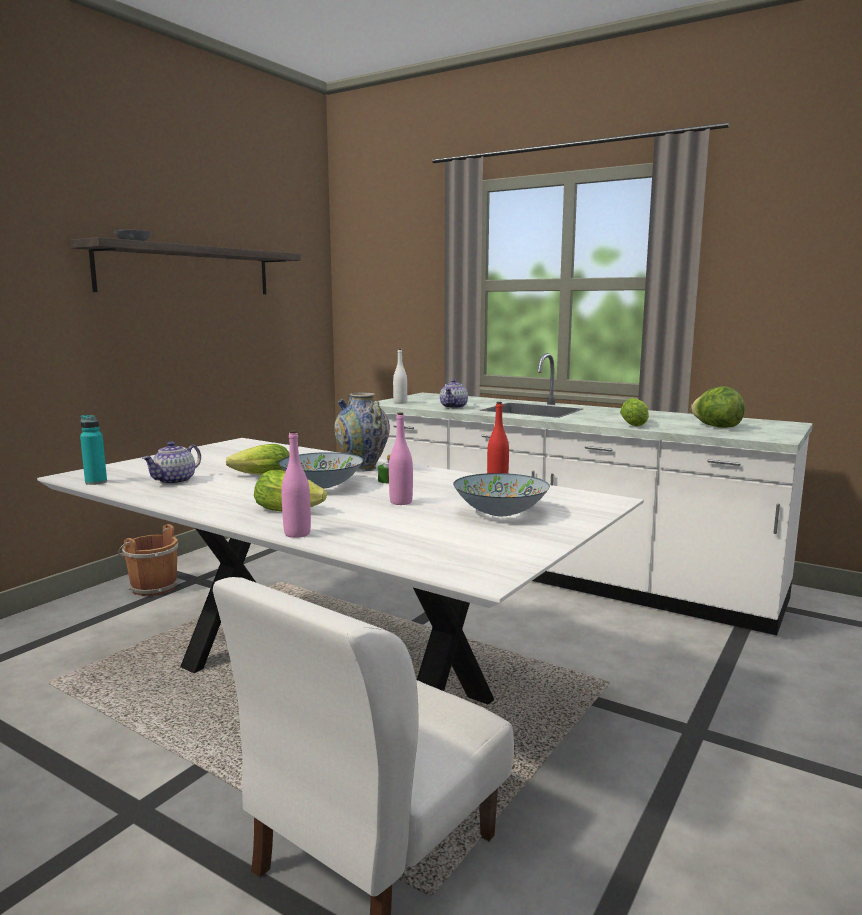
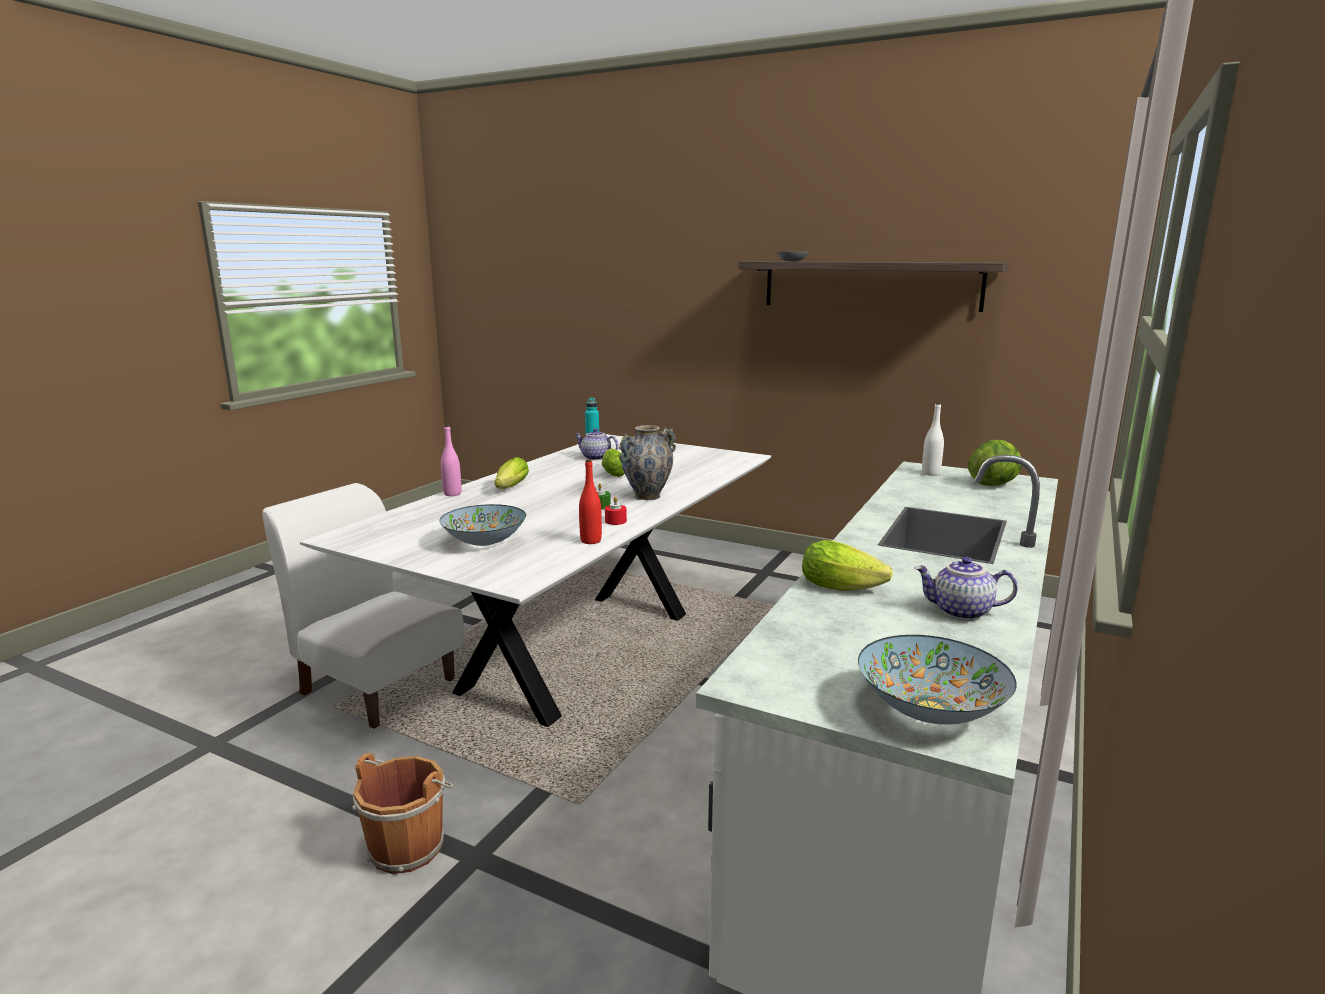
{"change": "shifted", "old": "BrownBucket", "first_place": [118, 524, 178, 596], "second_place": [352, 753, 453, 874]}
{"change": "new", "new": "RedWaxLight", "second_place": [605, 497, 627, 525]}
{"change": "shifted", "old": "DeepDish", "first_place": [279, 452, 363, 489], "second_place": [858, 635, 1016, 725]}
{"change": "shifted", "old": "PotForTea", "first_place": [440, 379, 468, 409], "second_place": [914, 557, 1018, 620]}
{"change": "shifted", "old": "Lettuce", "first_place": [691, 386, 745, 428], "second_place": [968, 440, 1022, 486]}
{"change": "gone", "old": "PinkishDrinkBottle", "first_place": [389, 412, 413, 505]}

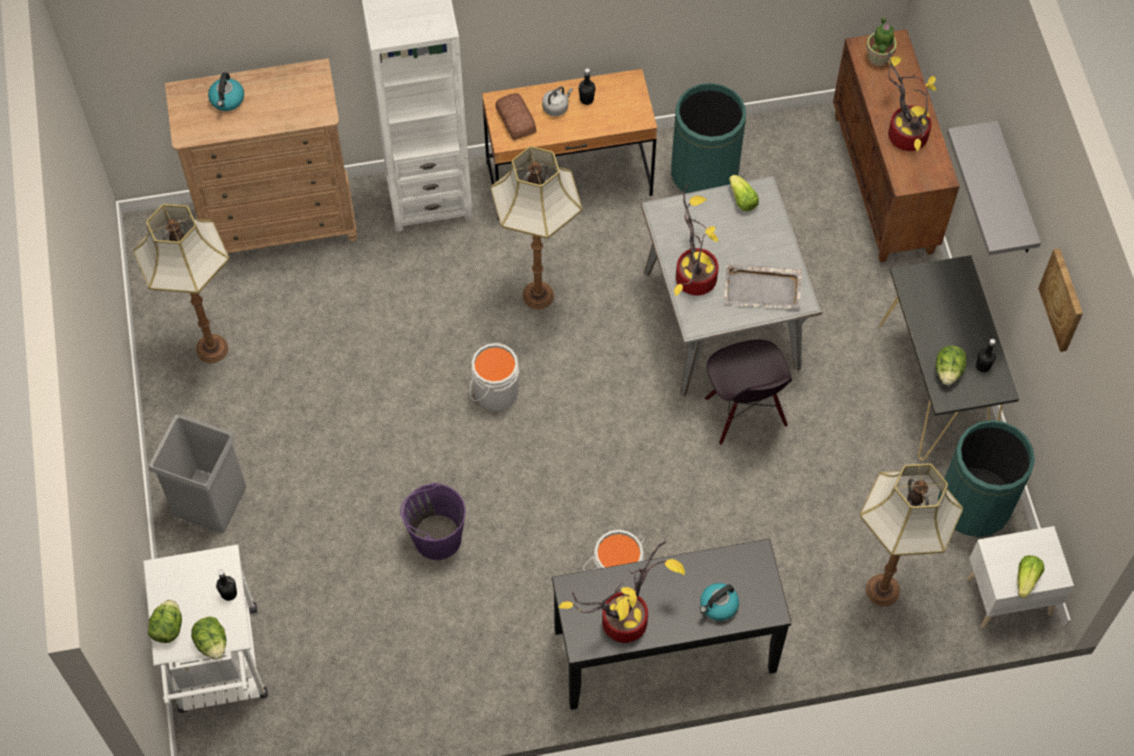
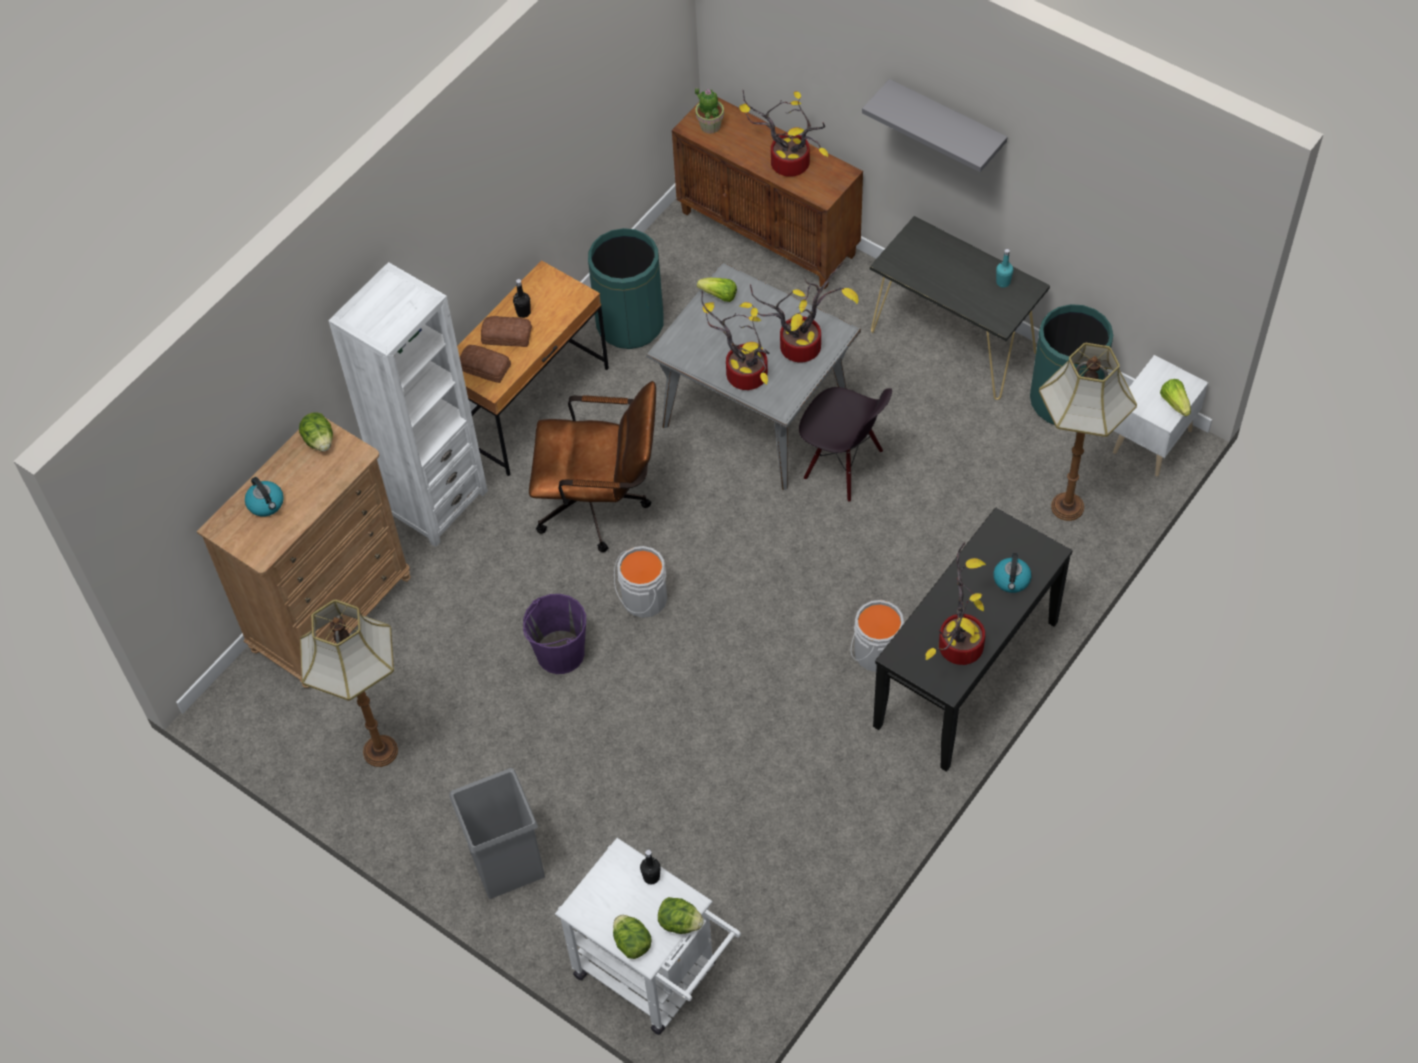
{"change": "shifted", "old": "Lettuce", "first_place": [936, 345, 966, 385], "second_place": [299, 413, 333, 451]}
{"change": "swapped", "old": "GreyishTeaKettle", "new": "BakedBread", "first_place": [542, 87, 573, 116], "second_place": [481, 316, 532, 347]}
{"change": "shifted", "old": "PurpleColouredBucket", "first_place": [400, 483, 466, 560], "second_place": [523, 594, 586, 674]}
{"change": "swapped", "old": "StandardLamp", "new": "BrownComputerChair", "first_place": [491, 146, 582, 309], "second_place": [529, 381, 656, 552]}
{"change": "swapped", "old": "GreyishTray", "new": "PottedPlant", "first_place": [723, 264, 802, 309], "second_place": [740, 262, 858, 363]}
{"change": "repainted", "old": "BlackishDrinkBottle", "new": "BlueGreenDrinkBottle", "first_place": [976, 339, 996, 372], "second_place": [996, 249, 1013, 288]}
{"change": "gone", "old": "WallPicture", "first_place": [1038, 248, 1083, 352]}

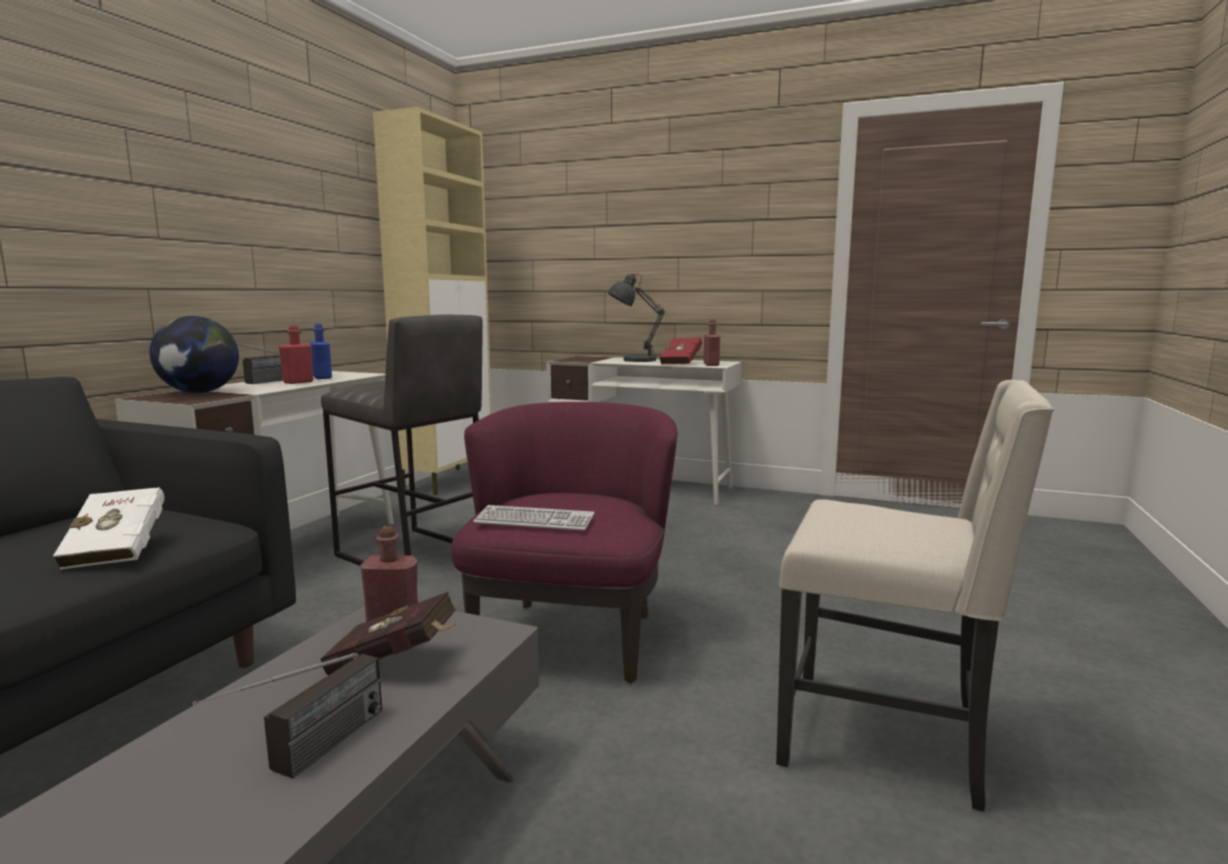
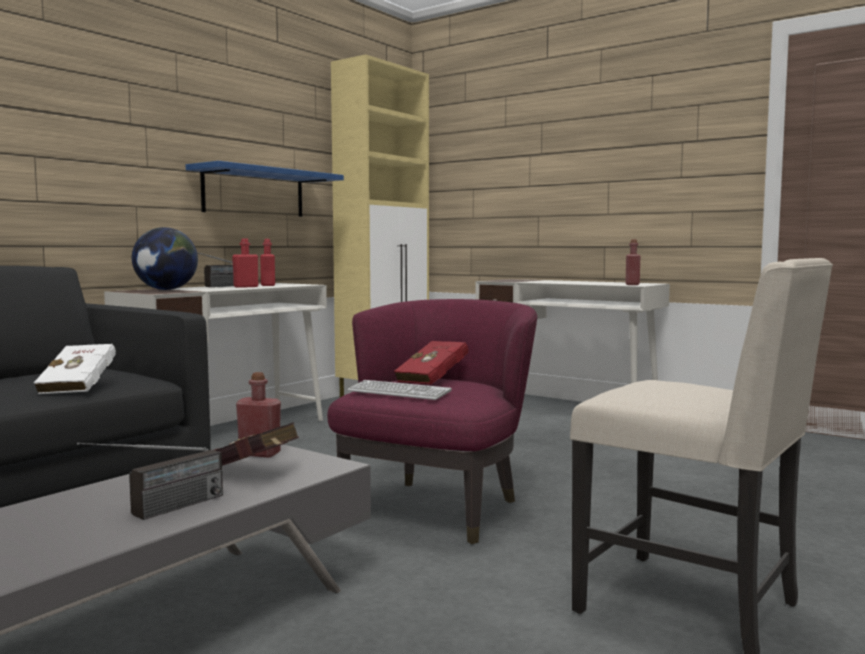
{"change": "new", "new": "BlueColouredShelf", "second_place": [186, 161, 344, 217]}
{"change": "repainted", "old": "BlueColouredDrinkBottle", "new": "RedDrinkBottle", "first_place": [310, 324, 332, 379], "second_place": [260, 239, 275, 286]}
{"change": "shifted", "old": "RedBoundBook", "first_place": [660, 338, 702, 364], "second_place": [394, 341, 469, 384]}
{"change": "gone", "old": "GreyishStool", "first_place": [321, 315, 483, 566]}
{"change": "gone", "old": "GreyishLampForATable", "first_place": [608, 274, 665, 362]}

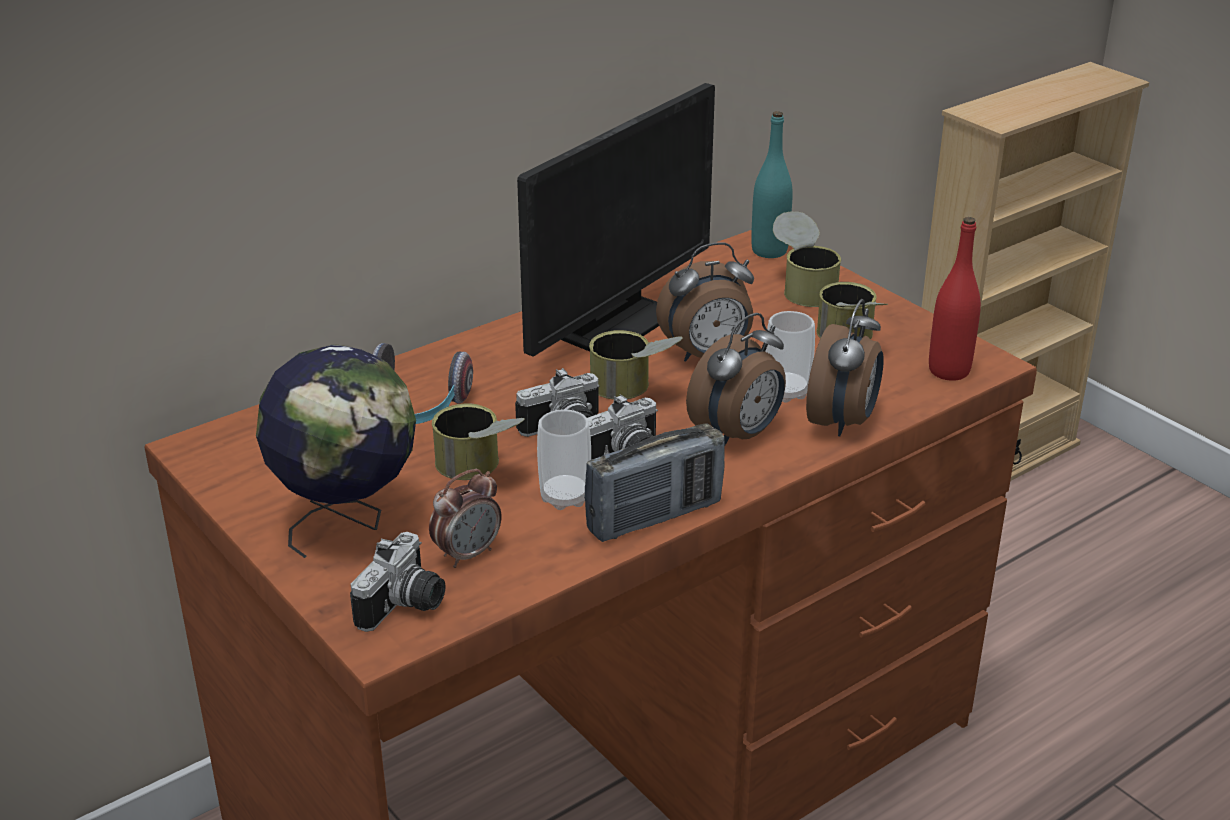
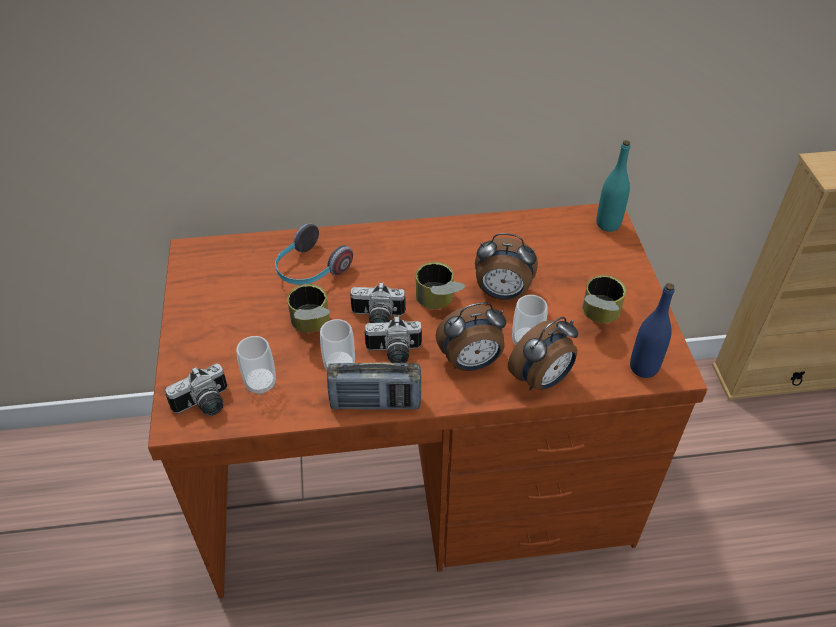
{"change": "swapped", "old": "TableClock", "new": "SmallCup", "first_place": [429, 469, 502, 568], "second_place": [236, 336, 276, 395]}
{"change": "repainted", "old": "RedDrinkBottle", "new": "BlueColouredDrinkBottle", "first_place": [929, 217, 981, 381], "second_place": [630, 283, 674, 378]}
{"change": "gone", "old": "WorldGlobe", "first_place": [256, 344, 416, 558]}
{"change": "gone", "old": "ComputerDisplay", "first_place": [517, 83, 715, 356]}
{"change": "gone", "old": "MetalCan", "first_place": [773, 211, 841, 307]}

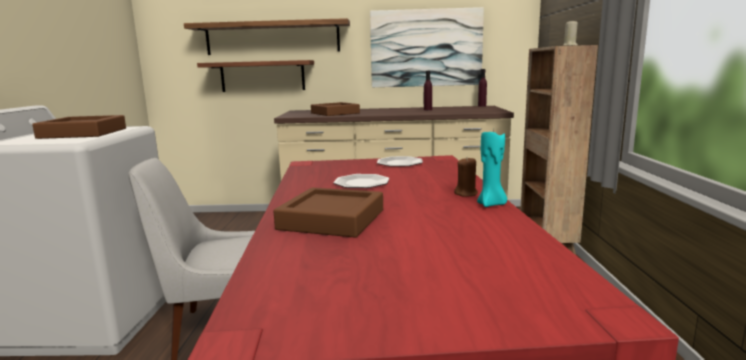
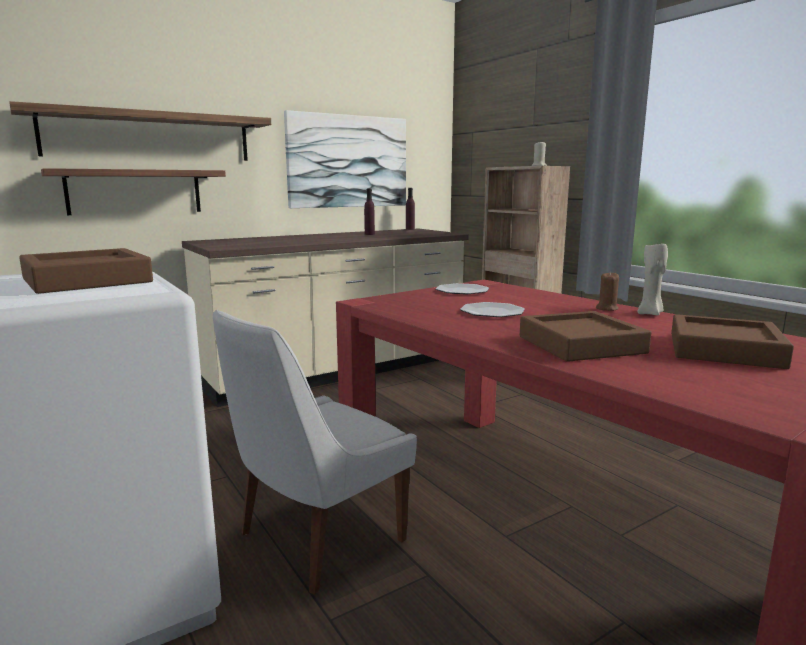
{"change": "repainted", "old": "BlueGreenWaxLight", "new": "SandColouredWaxLight", "first_place": [477, 130, 507, 207], "second_place": [637, 244, 668, 315]}
{"change": "shifted", "old": "BrownTray", "first_place": [311, 102, 360, 116], "second_place": [671, 314, 794, 369]}

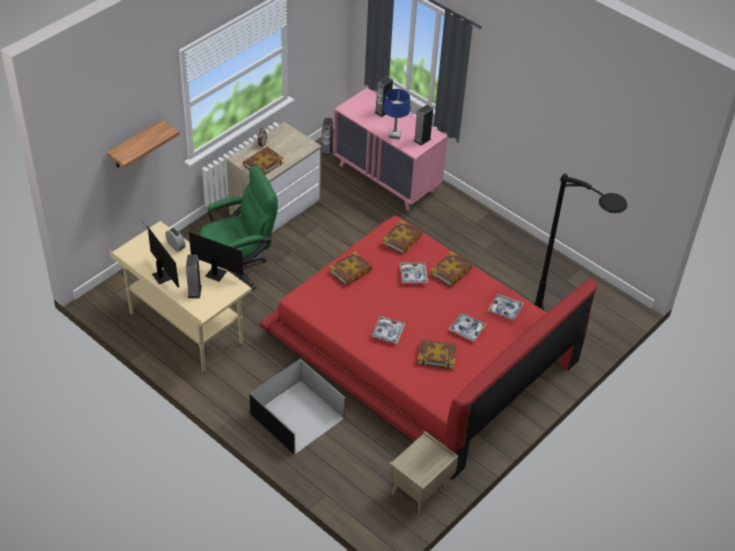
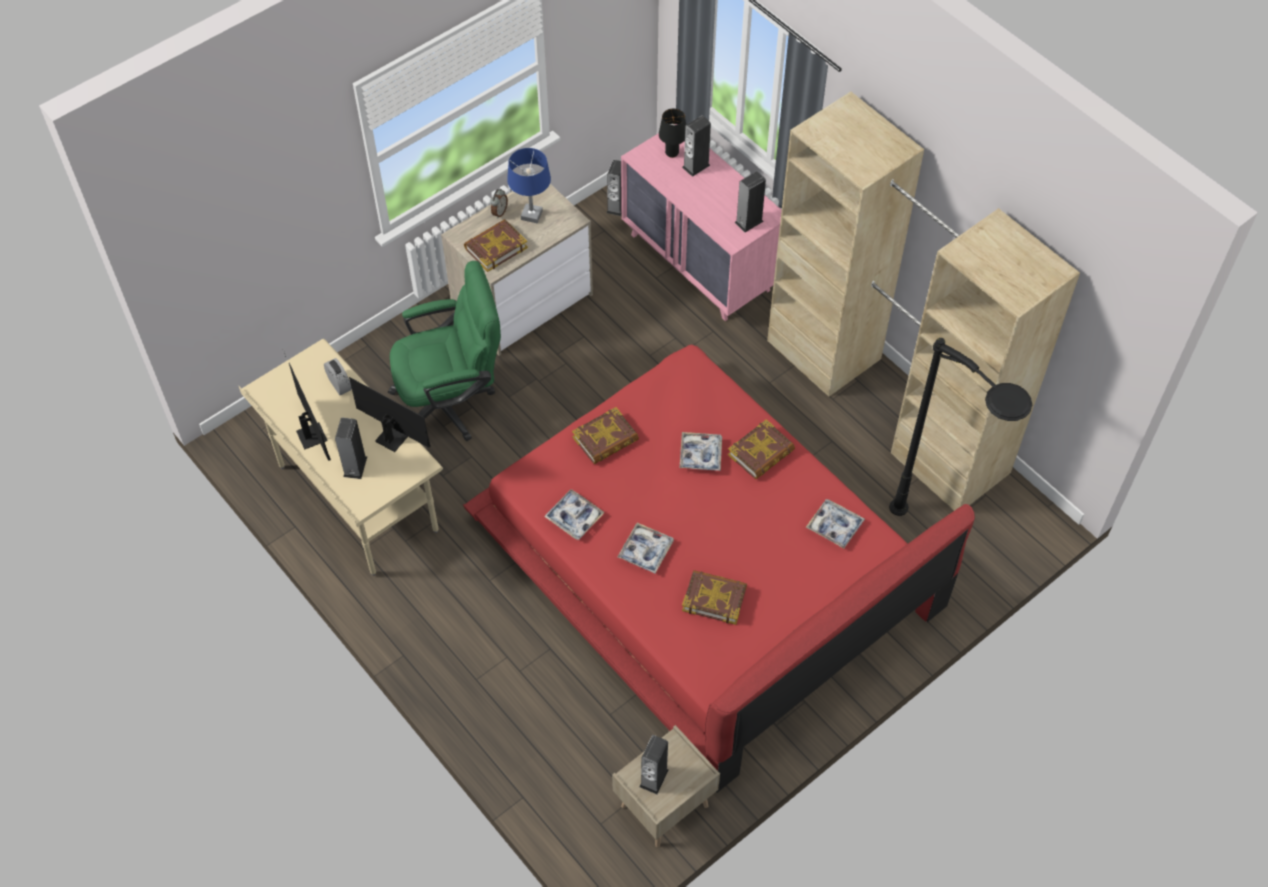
{"change": "shifted", "old": "BlueColouredLampForATable", "first_place": [383, 89, 411, 140], "second_place": [507, 148, 551, 223]}
{"change": "shifted", "old": "Tray", "first_place": [448, 312, 487, 341], "second_place": [544, 489, 605, 540]}
{"change": "new", "new": "Speaker", "second_place": [639, 735, 669, 794]}
{"change": "new", "new": "BlackishLampForATable", "second_place": [659, 109, 686, 158]}
{"change": "new", "new": "SandColouredArmoire", "second_place": [767, 92, 1080, 511]}
{"change": "gone", "old": "Shelf", "first_place": [107, 120, 180, 168]}
{"change": "gone", "old": "BlackishStorageBox", "first_place": [249, 358, 345, 454]}
{"change": "gone", "old": "BoundBook", "first_place": [382, 221, 422, 254]}

